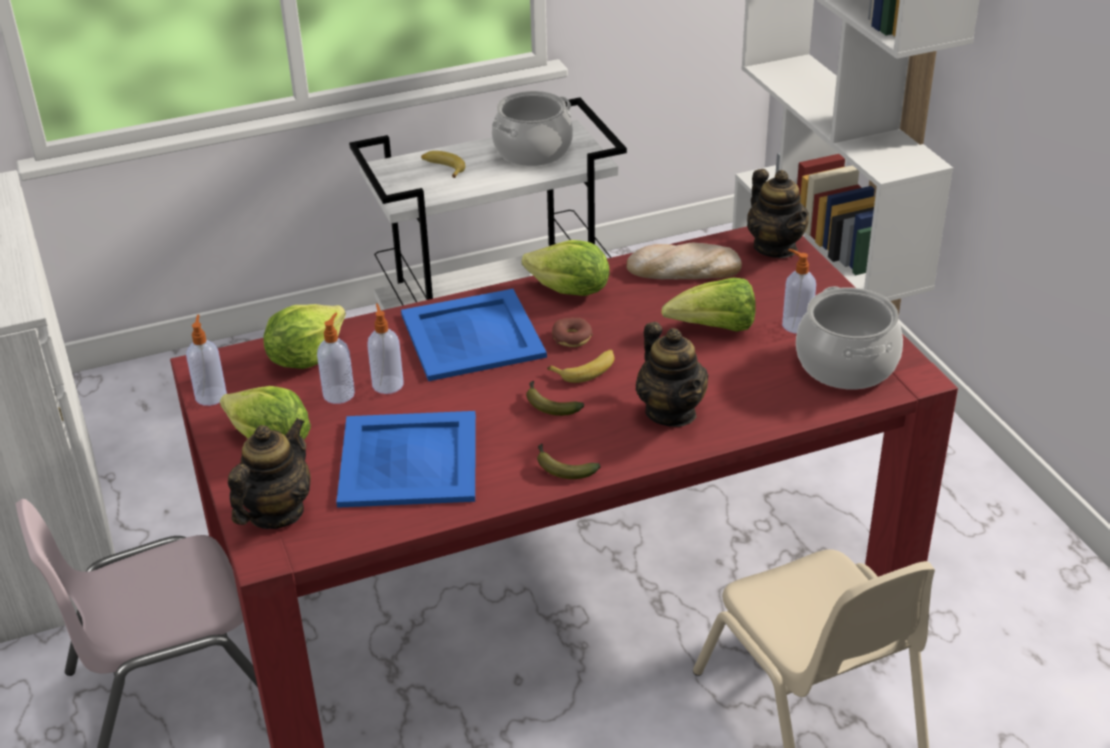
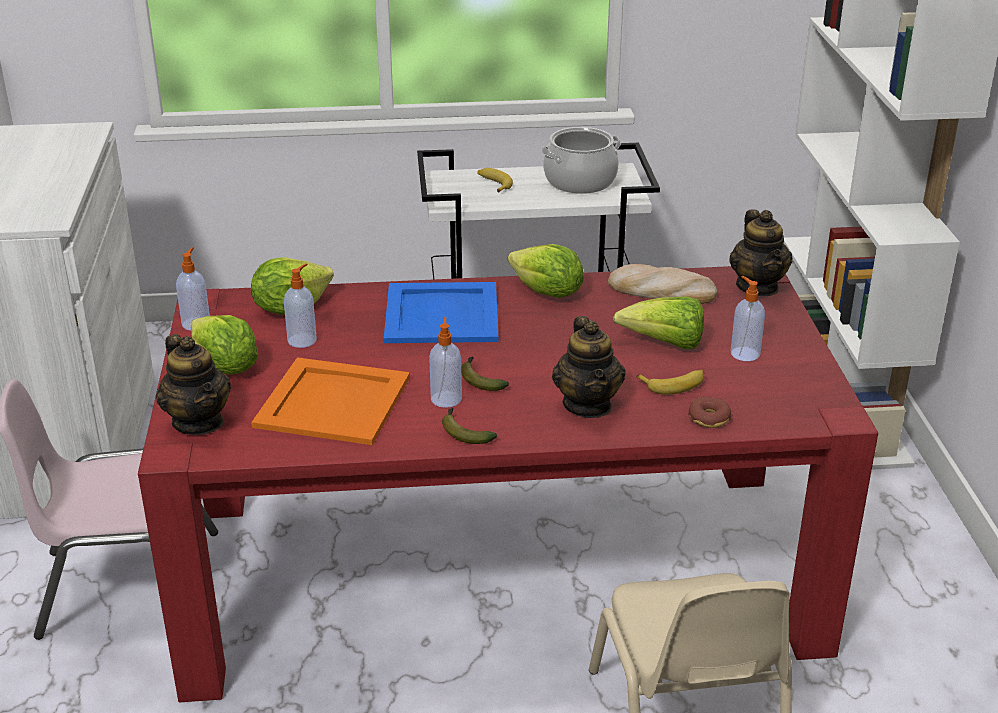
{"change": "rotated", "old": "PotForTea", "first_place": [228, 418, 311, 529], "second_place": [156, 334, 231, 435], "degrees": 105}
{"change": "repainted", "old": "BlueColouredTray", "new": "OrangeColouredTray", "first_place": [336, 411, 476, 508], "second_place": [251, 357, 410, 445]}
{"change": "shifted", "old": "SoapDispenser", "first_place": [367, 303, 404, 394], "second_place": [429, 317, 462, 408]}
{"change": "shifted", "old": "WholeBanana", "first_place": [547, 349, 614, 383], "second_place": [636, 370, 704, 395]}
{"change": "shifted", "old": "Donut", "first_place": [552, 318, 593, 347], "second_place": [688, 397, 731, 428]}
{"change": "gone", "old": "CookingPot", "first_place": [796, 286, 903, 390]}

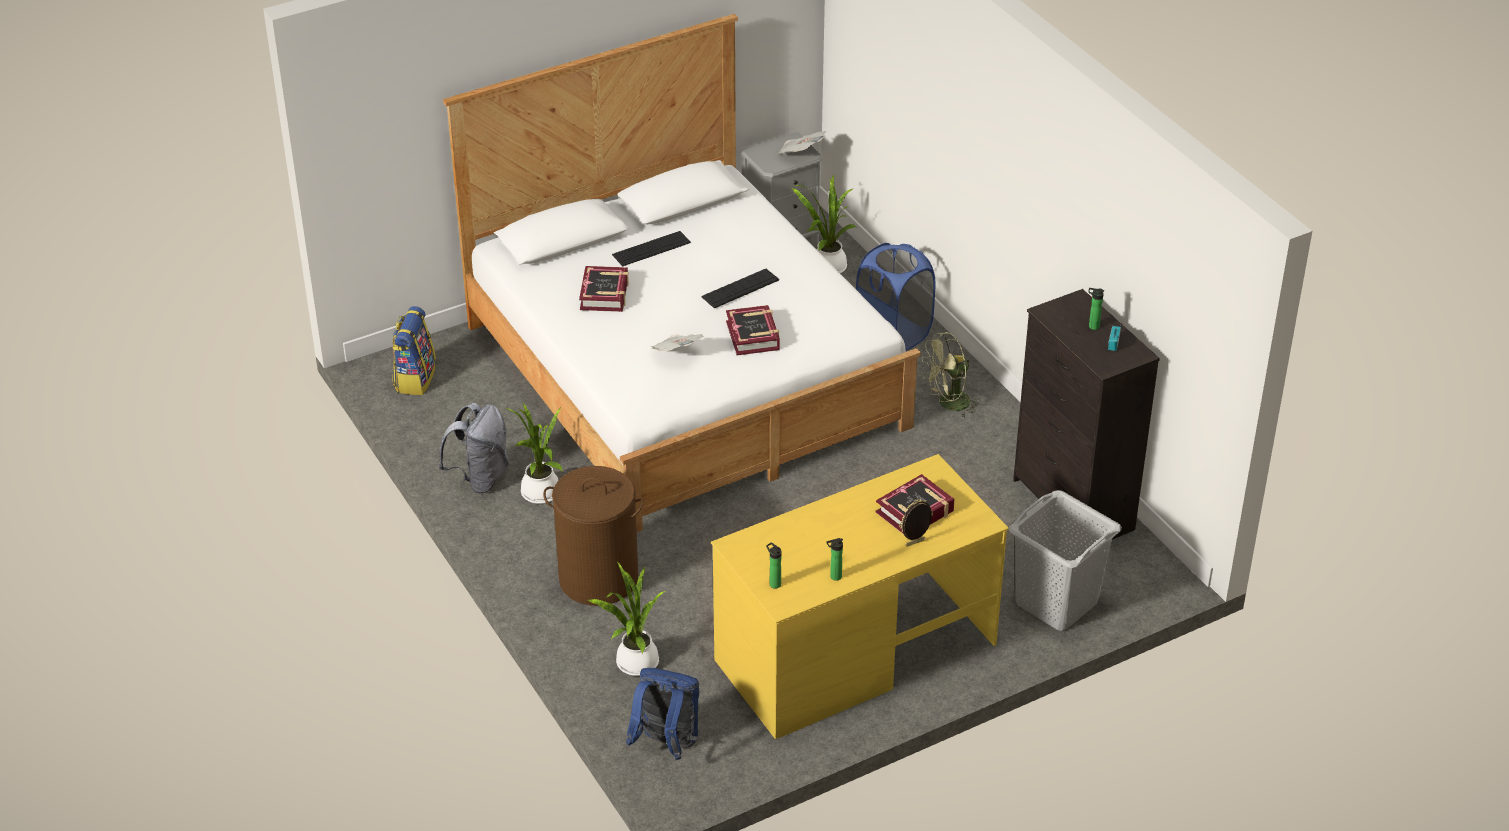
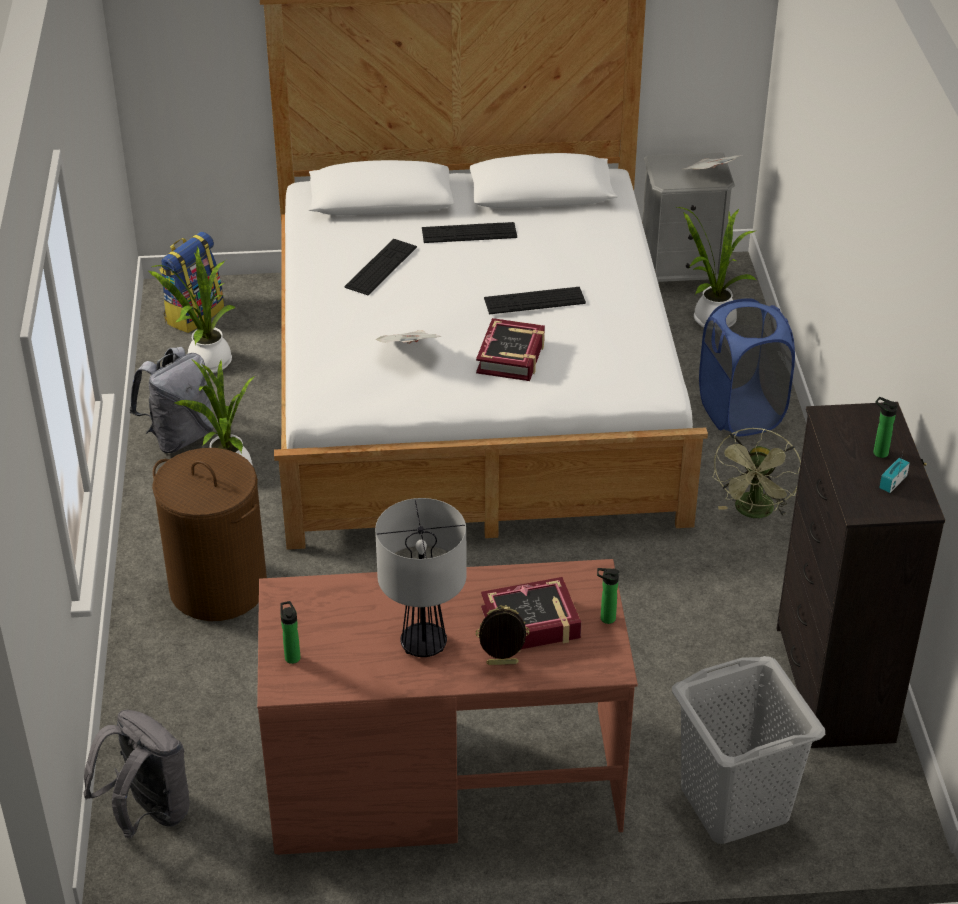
{"change": "repainted", "old": "BlueColouredKnapsack", "new": "GreyishKnapsack", "first_place": [626, 668, 699, 760], "second_place": [84, 710, 190, 838]}
{"change": "shifted", "old": "PottedPlant", "first_place": [587, 562, 665, 676], "second_place": [149, 247, 236, 374]}
{"change": "repainted", "old": "YellowDeskUnit", "new": "BrownDeskUnit", "first_place": [711, 454, 1009, 739], "second_place": [257, 559, 638, 855]}
{"change": "swapped", "old": "BoundBook", "new": "Keyboard", "first_place": [579, 266, 629, 312], "second_place": [345, 239, 417, 295]}
{"change": "new", "new": "LampForATable", "second_place": [375, 498, 467, 657]}
{"change": "shifted", "old": "DrinkBottle", "first_place": [826, 538, 843, 581], "second_place": [597, 568, 620, 624]}
{"change": "rotated", "old": "GreenColouredElectricFan", "first_place": [922, 332, 981, 418], "second_place": [712, 428, 801, 518], "degrees": -75}

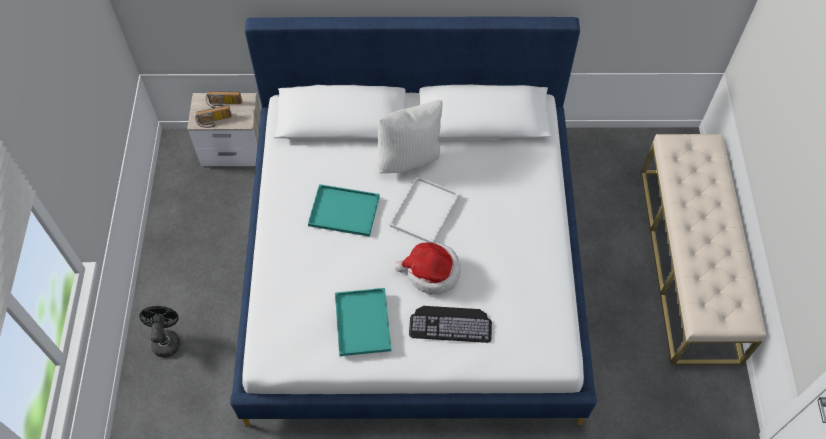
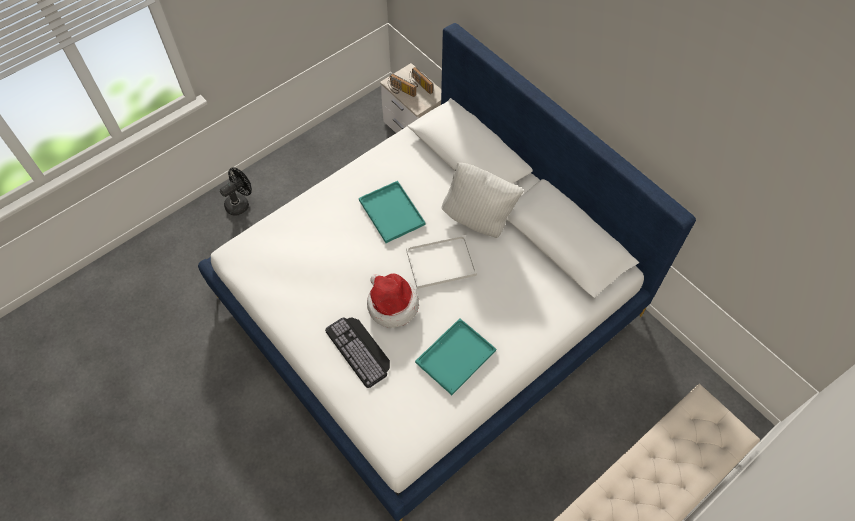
{"change": "shifted", "old": "BlueGreenTray", "first_place": [335, 288, 391, 356], "second_place": [415, 318, 496, 395]}

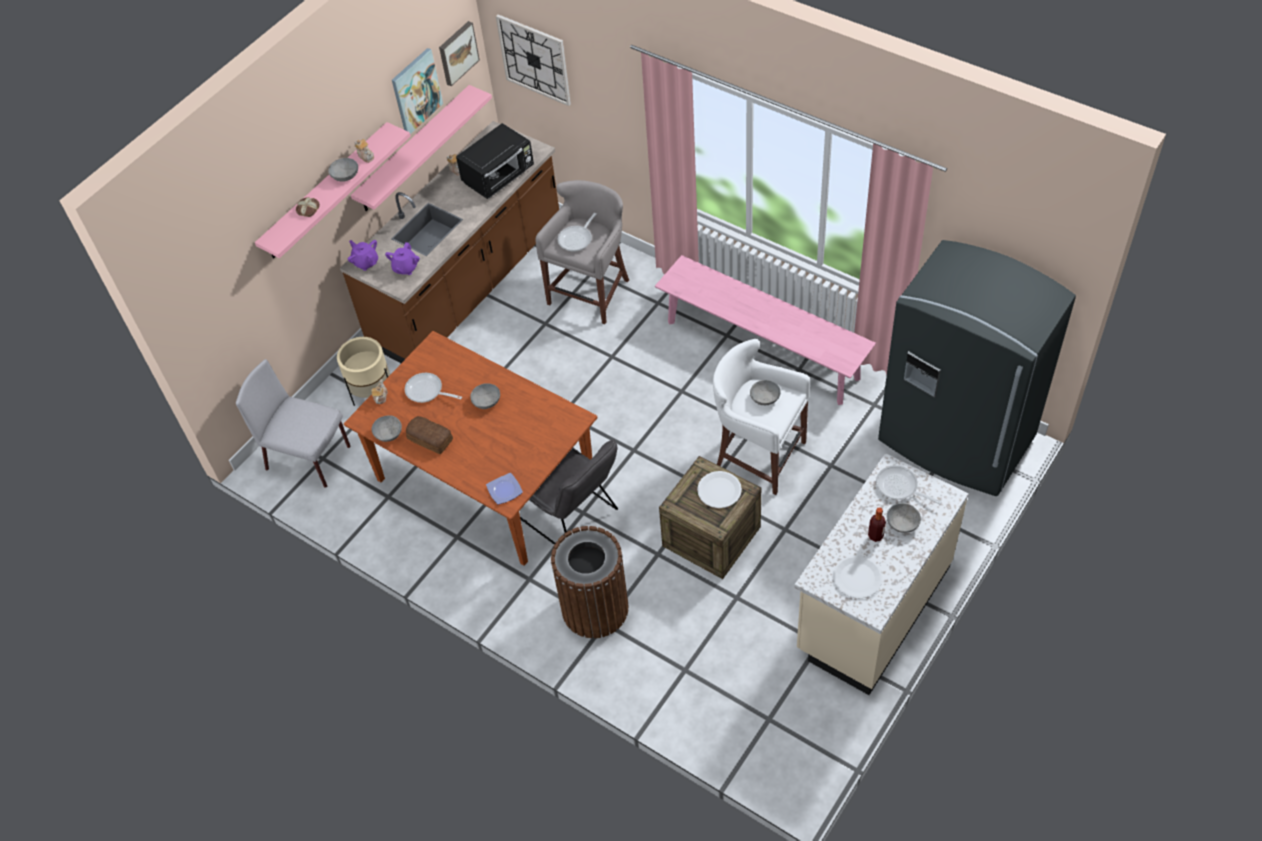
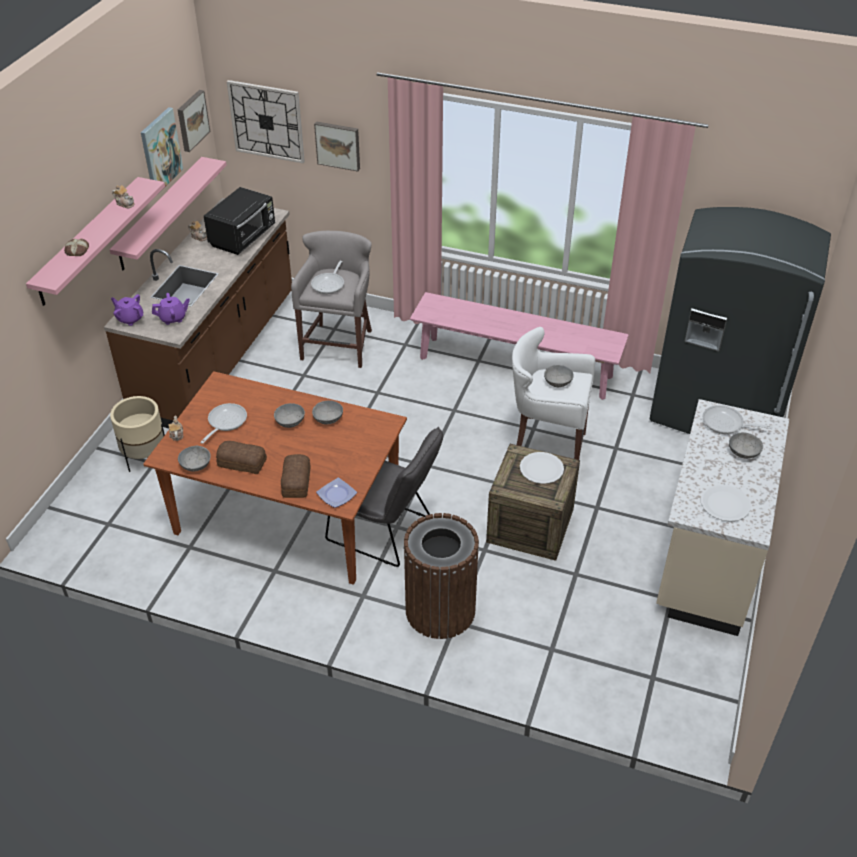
{"change": "rotated", "old": "PurpleColouredPotForTea", "first_place": [385, 242, 420, 275], "second_place": [152, 293, 190, 325], "degrees": -105}
{"change": "rotated", "old": "Pan", "first_place": [405, 373, 462, 403], "second_place": [200, 403, 247, 444], "degrees": 105}
{"change": "new", "new": "BakedBread", "second_place": [281, 454, 310, 498]}
{"change": "shifted", "old": "GreyishDeepDish", "first_place": [328, 158, 358, 182], "second_place": [312, 400, 343, 424]}
{"change": "new", "new": "WallPicture", "second_place": [314, 121, 360, 172]}
{"change": "gone", "old": "GreyishUprightChair", "first_place": [236, 359, 351, 488]}
{"change": "gone", "old": "DrinkBottle", "first_place": [868, 507, 886, 542]}

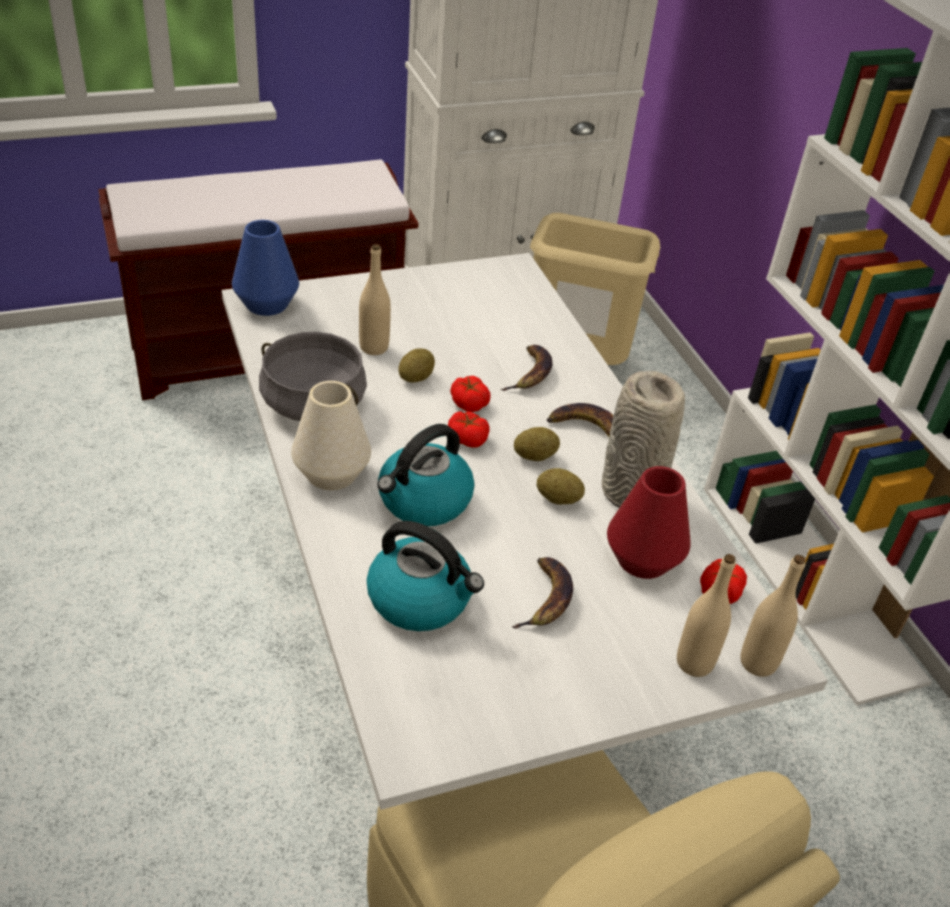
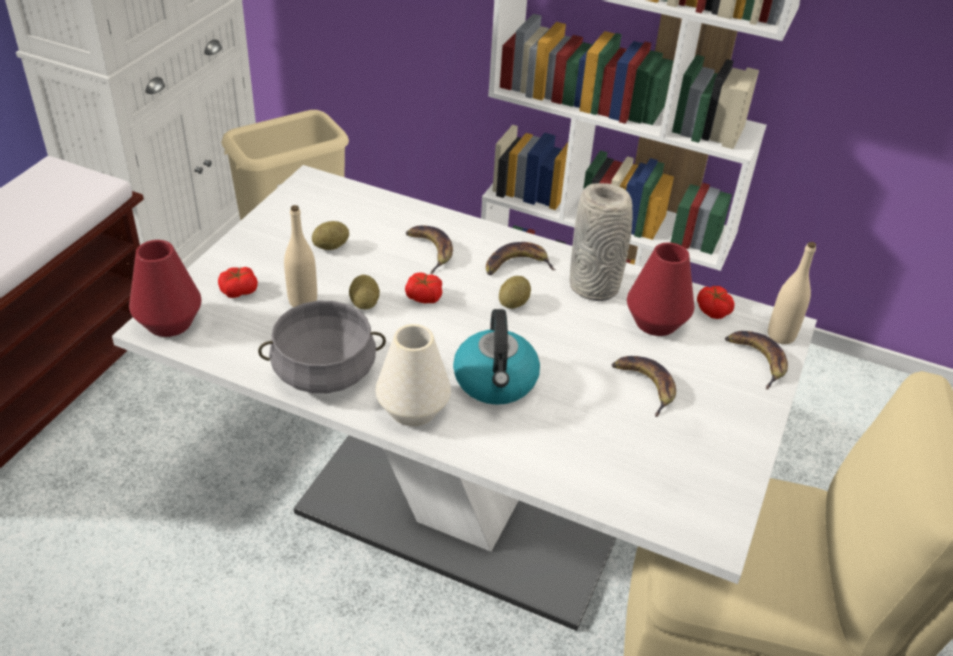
{"change": "repainted", "old": "BlueColouredFlowerVase", "new": "RedFlowerVase", "first_place": [232, 220, 299, 316], "second_place": [129, 240, 201, 337]}
{"change": "shifted", "old": "WholeTomato", "first_place": [448, 411, 490, 448], "second_place": [218, 267, 258, 298]}
{"change": "shifted", "old": "Spud", "first_place": [537, 468, 585, 505], "second_place": [312, 221, 349, 250]}
{"change": "swapped", "old": "SandColouredDrinkBottle", "new": "WholeBanana", "first_place": [677, 554, 736, 677], "second_place": [725, 331, 788, 390]}
{"change": "gone", "old": "TeaKettle", "first_place": [367, 521, 484, 631]}

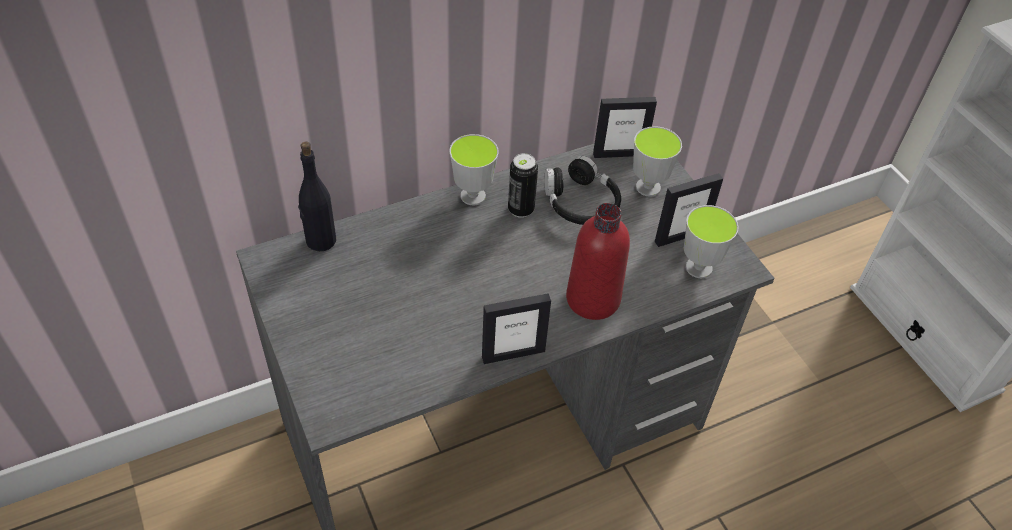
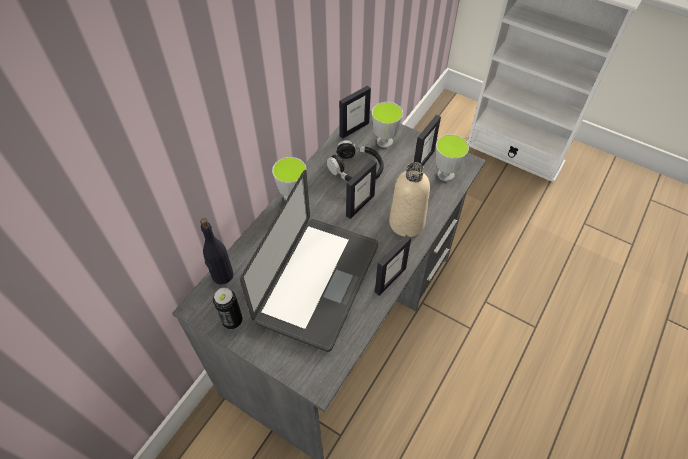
{"change": "shifted", "old": "MetalCan", "first_place": [508, 153, 538, 218], "second_place": [213, 288, 243, 329]}
{"change": "new", "new": "PortableComputer", "second_place": [240, 170, 378, 352]}
{"change": "new", "new": "StandingFrame", "second_place": [346, 160, 377, 219]}
{"change": "repainted", "old": "RedDrinkBottle", "new": "SandColouredDrinkBottle", "first_place": [566, 203, 630, 320], "second_place": [389, 162, 430, 237]}

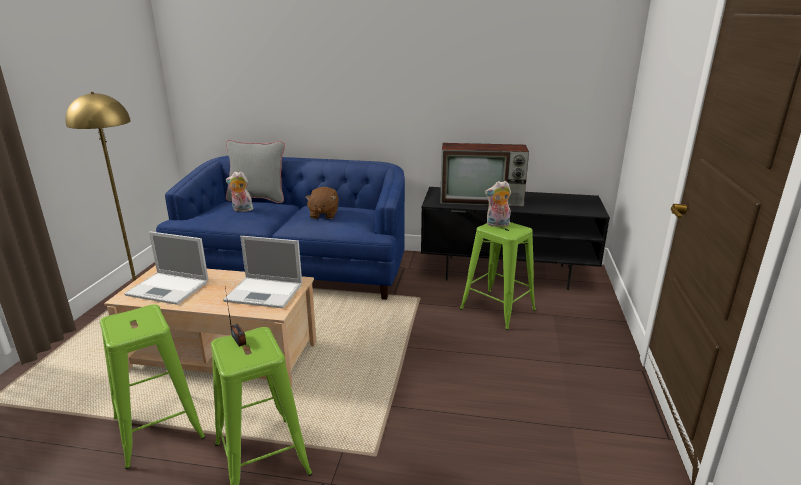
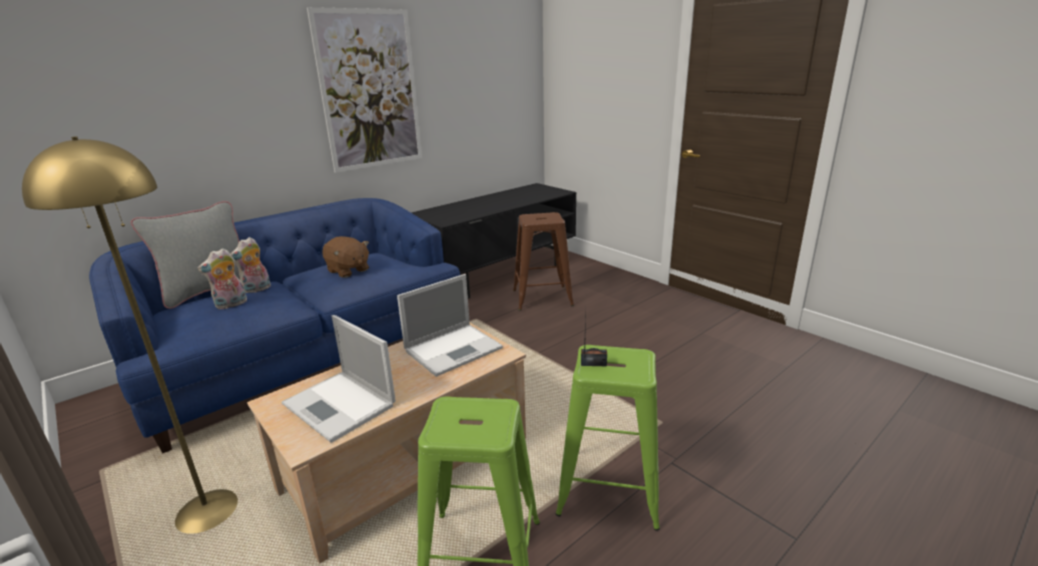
{"change": "shifted", "old": "SoftToy", "first_place": [485, 181, 511, 227], "second_place": [230, 237, 271, 293]}
{"change": "rotated", "old": "PortableComputer", "first_place": [124, 231, 208, 305], "second_place": [281, 315, 396, 443], "degrees": 75}
{"change": "new", "new": "WallPicture", "second_place": [307, 7, 422, 173]}
{"change": "repainted", "old": "GreenColouredStool", "new": "BrownStool", "first_place": [460, 222, 536, 330], "second_place": [513, 212, 574, 311]}
{"change": "gone", "old": "TvSet", "first_place": [440, 143, 529, 206]}

